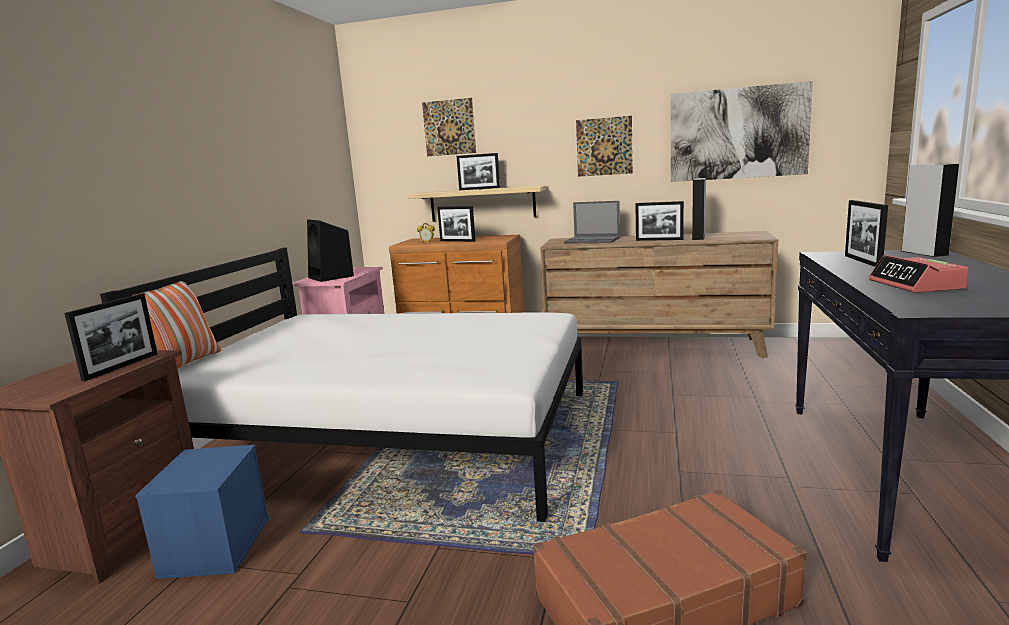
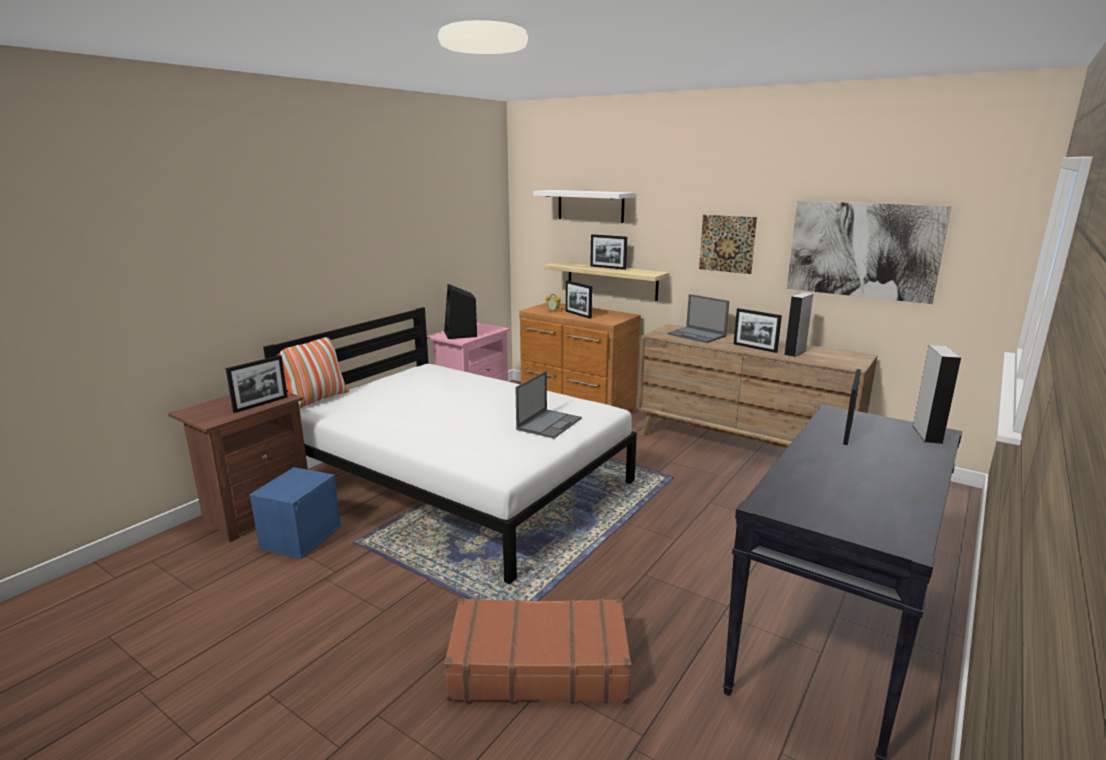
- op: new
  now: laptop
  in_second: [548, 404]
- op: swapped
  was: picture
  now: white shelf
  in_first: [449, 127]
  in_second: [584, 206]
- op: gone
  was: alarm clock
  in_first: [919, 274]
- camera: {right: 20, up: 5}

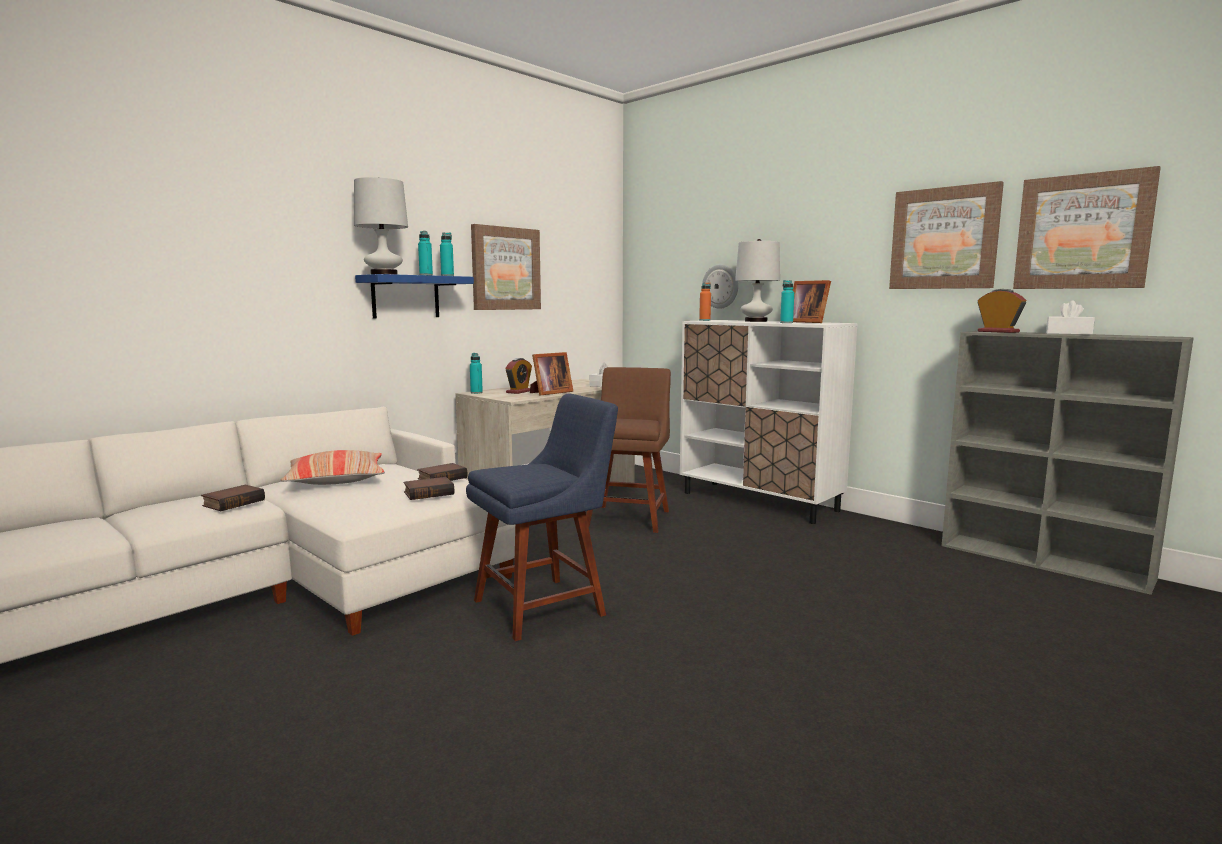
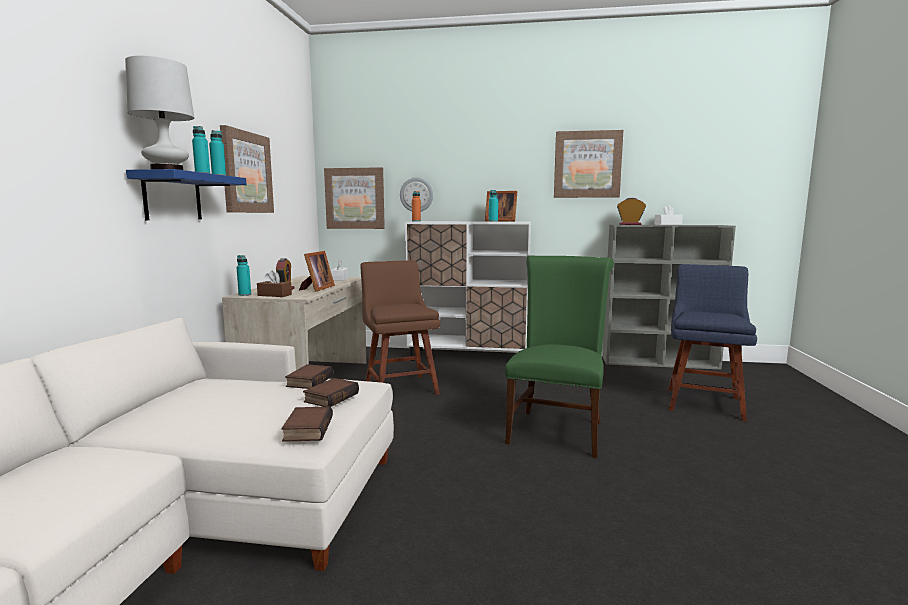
- op: new
  now: brown tissue box
  in_second: [274, 283]
- op: shifted
  was: book
  in_first: [233, 498]
  in_second: [307, 424]
- op: shifted
  was: picture
  in_first: [1087, 227]
  in_second: [354, 198]
- op: new
  now: green chair
  in_second: [559, 356]
- op: shifted
  was: blue chair
  in_first: [542, 517]
  in_second: [712, 342]
- op: gone
  was: pillow
  in_first: [332, 467]
- op: gone
  was: white table lamp
  in_first: [757, 280]
- camera: {right: -35, up: 0}

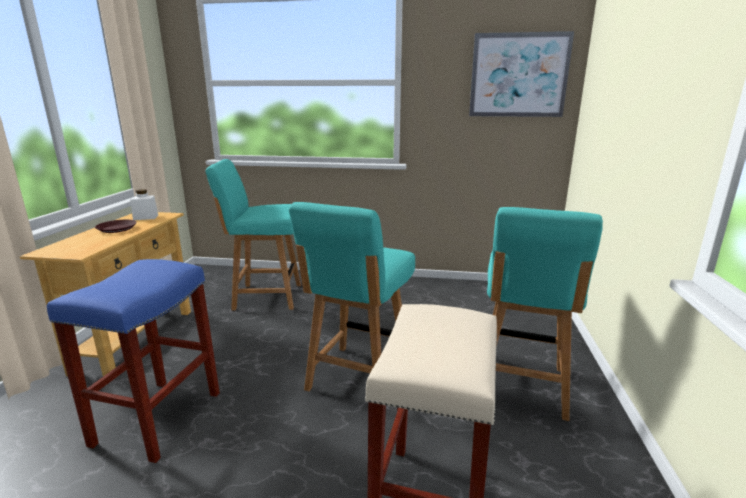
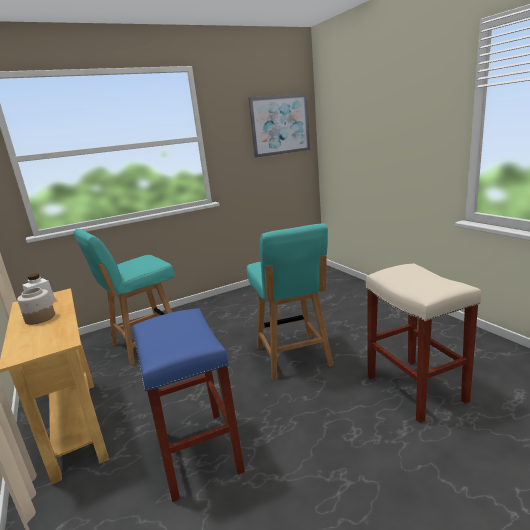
- op: swapped
  was: brown plate
  now: jar
  in_first: [116, 226]
  in_second: [36, 306]
- op: gone
  was: turquoise chair
  in_first: [545, 314]
- camera: {right: -35, up: 0}

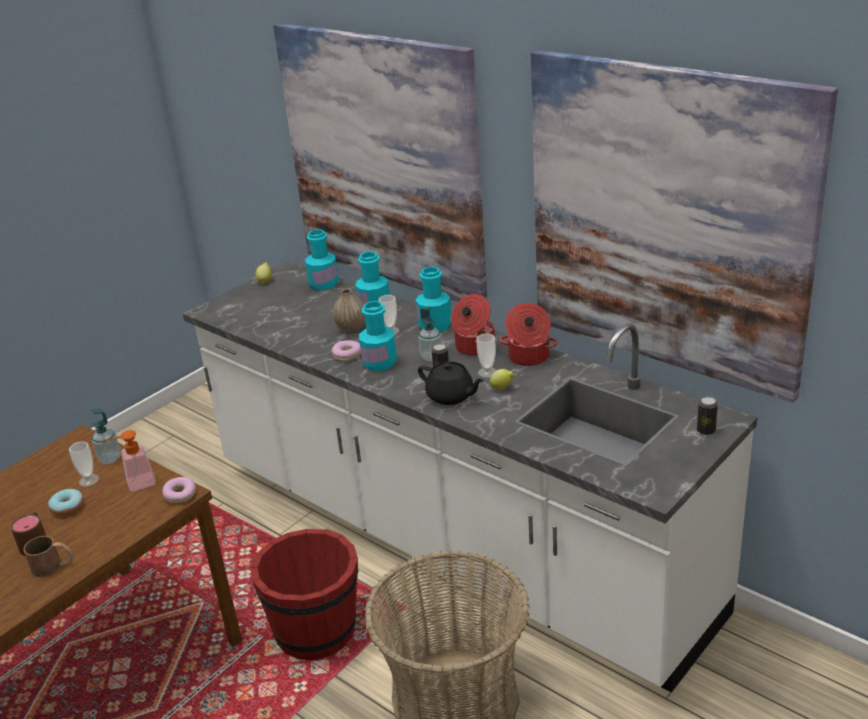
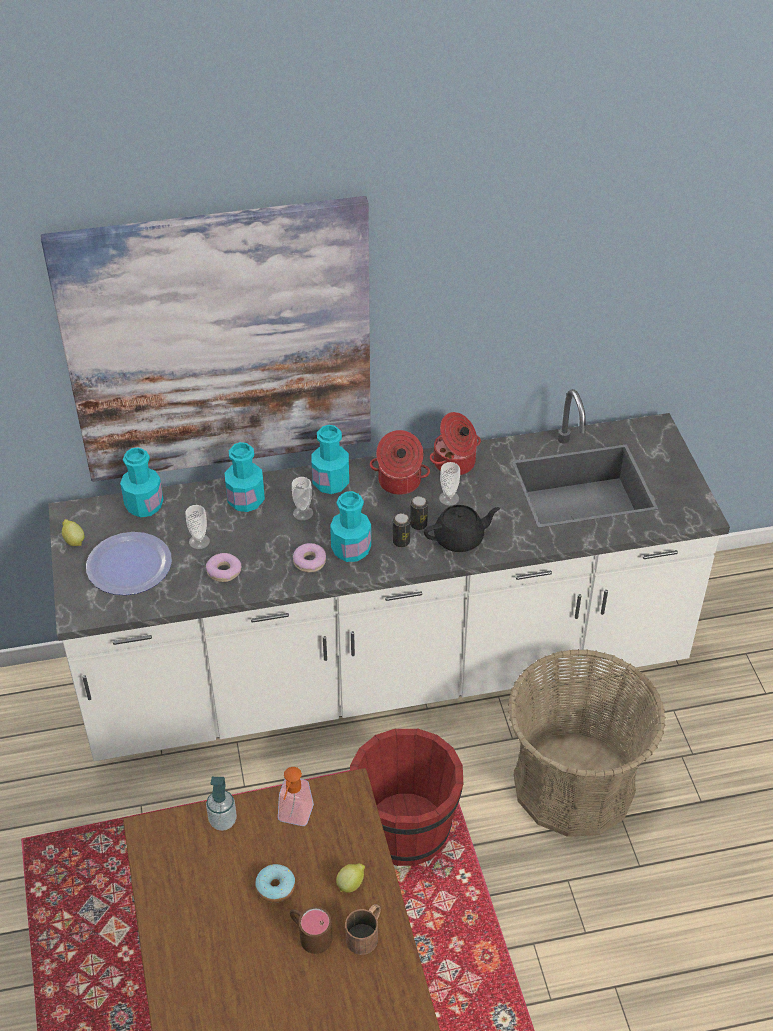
- op: new
  now: plate
  in_second: [129, 563]
- op: shifted
  was: cup
  in_first: [84, 464]
  in_second: [197, 527]
- op: shifted
  was: donut
  in_first: [179, 490]
  in_second: [223, 567]
- op: shifted
  was: lemon
  in_first: [502, 379]
  in_second: [350, 878]
- op: shifted
  was: can
  in_first: [707, 416]
  in_second: [401, 530]
- op: gone
  was: vase
  in_first: [349, 311]
- op: gone
  was: soap dispenser
  in_first: [430, 333]
- op: gone
  was: picture
  in_first: [684, 226]
- camera: {right: -55, up: 15}

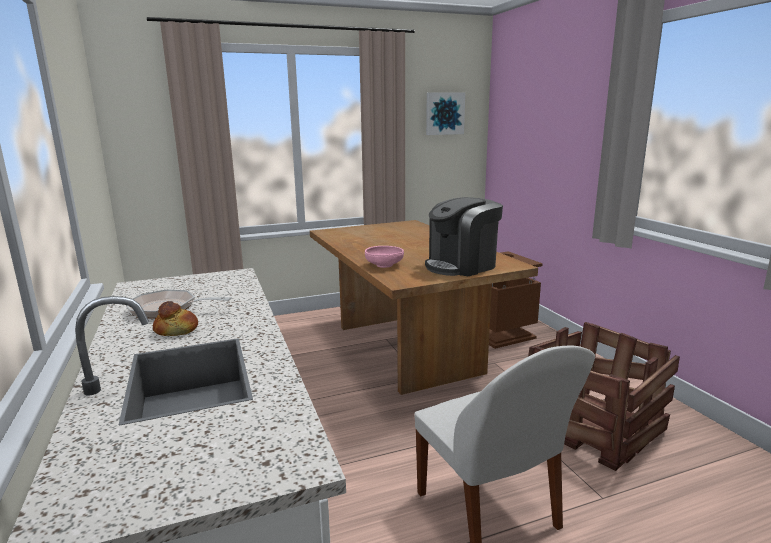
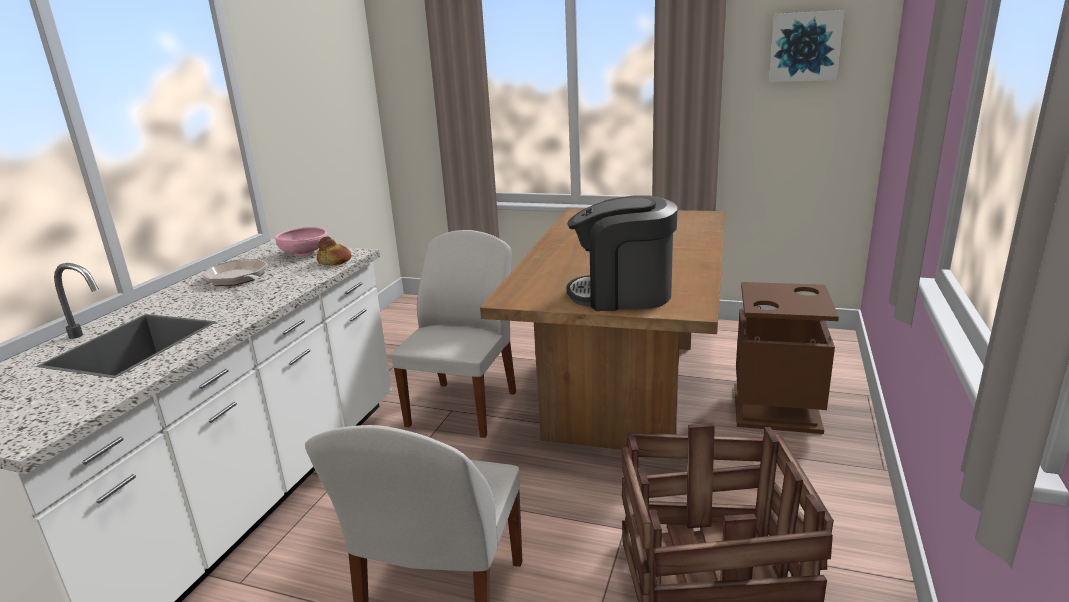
- op: shifted
  was: pink bowl
  in_first: [384, 257]
  in_second: [301, 241]
- op: shifted
  was: bread
  in_first: [175, 318]
  in_second: [334, 251]
- op: new
  now: white chair
  in_second: [453, 334]
- camera: {right: 40, up: 5}

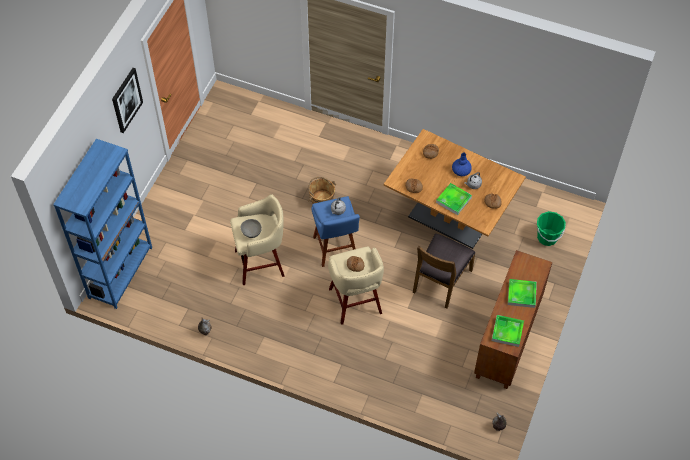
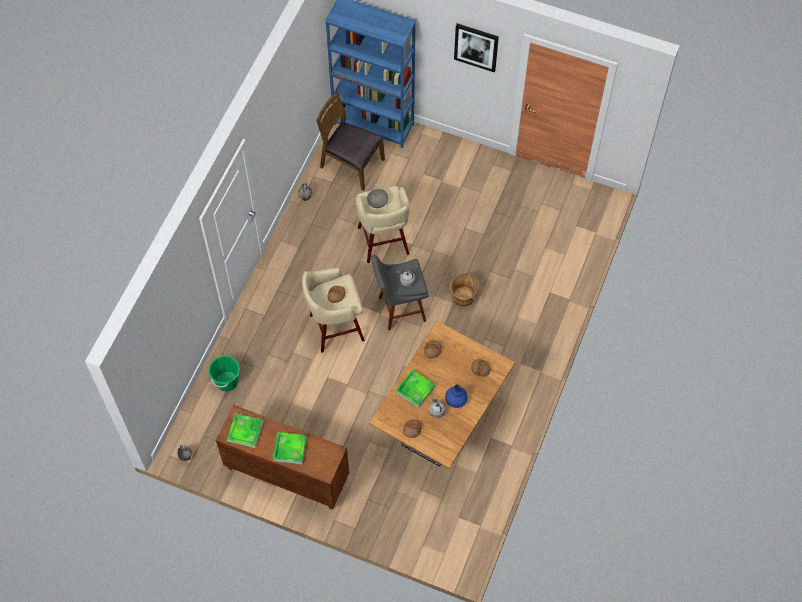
- op: shifted
  was: green bucket
  in_first: [551, 228]
  in_second: [224, 373]
- op: shifted
  was: brown chair
  in_first: [444, 271]
  in_second: [350, 141]
- op: repainted
  was: blue stool
  now: grey stool
  in_first: [335, 231]
  in_second: [400, 292]
- camera: {right: 90, up: 5}

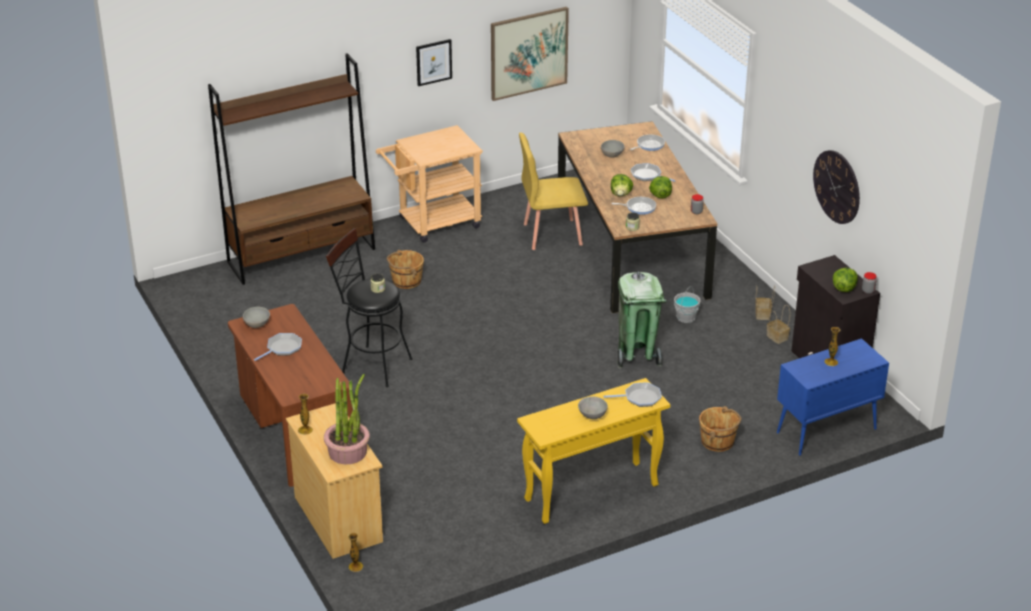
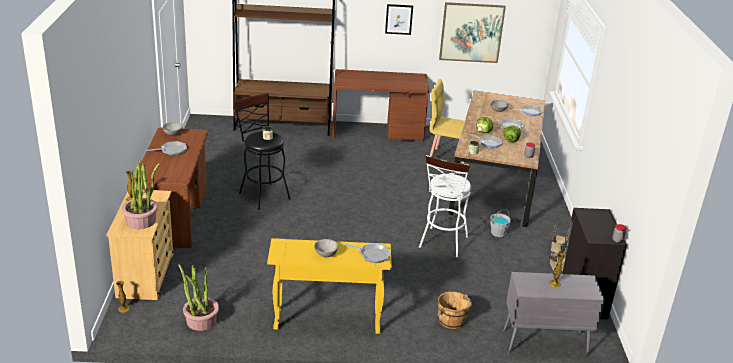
- op: new
  now: potted plant
  in_second: [198, 297]
- op: swapped
  was: beige cart
  now: brown desk
  in_first: [429, 184]
  in_second: [380, 105]
- op: swapped
  was: green trash can
  now: white stool
  in_first: [642, 320]
  in_second: [445, 206]
- op: repainted
  was: blue cabinet
  now: grey cabinet
  in_first: [833, 397]
  in_second: [554, 314]
- op: gone
  was: brown bucket
  in_first: [405, 269]
- op: gone
  was: wall clock
  in_first: [836, 187]
- op: gone
  was: lettuce
  in_first: [845, 280]
- camera: {right: 25, up: -5}

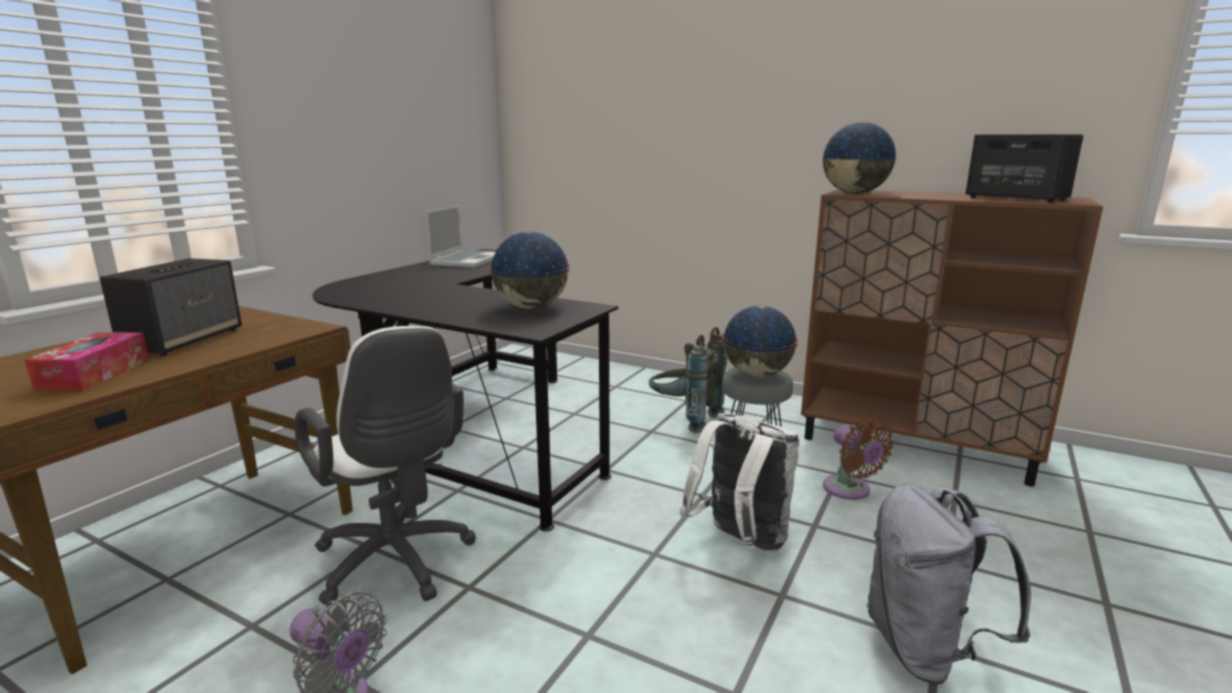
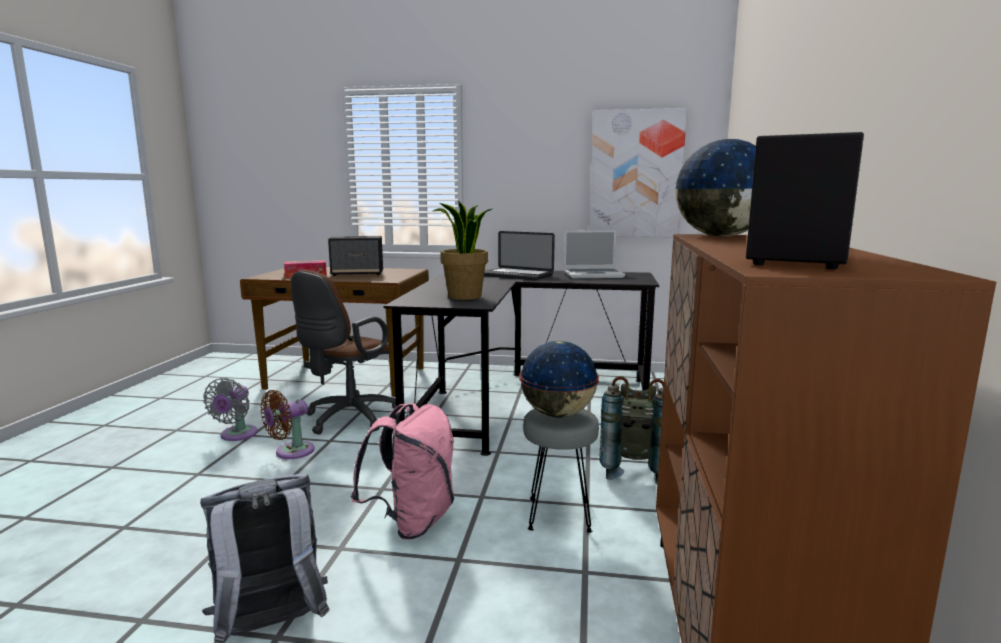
- op: shifted
  was: brown fan
  in_first: [858, 459]
  in_second: [287, 424]
- op: repainted
  was: white office chair
  now: brown office chair
  in_first: [385, 466]
  in_second: [343, 352]
- op: repainted
  was: white backpack
  now: pink backpack
  in_first: [740, 482]
  in_second: [402, 471]
- op: swapped
  was: globe
  now: potted plant
  in_first: [529, 270]
  in_second: [462, 250]
- op: new
  now: laptop
  in_second: [519, 255]
- op: new
  now: picture
  in_second: [638, 172]
- camera: {right: 70, up: -5}

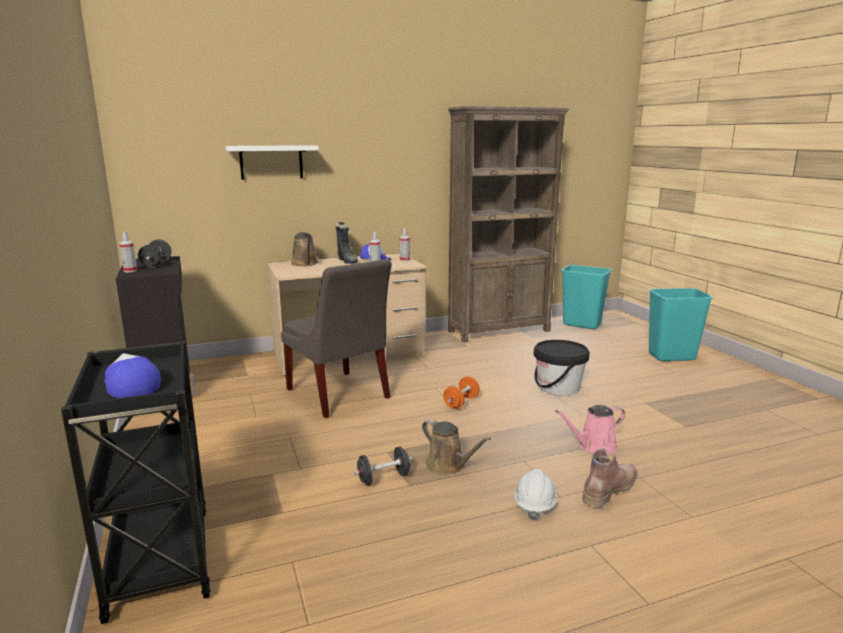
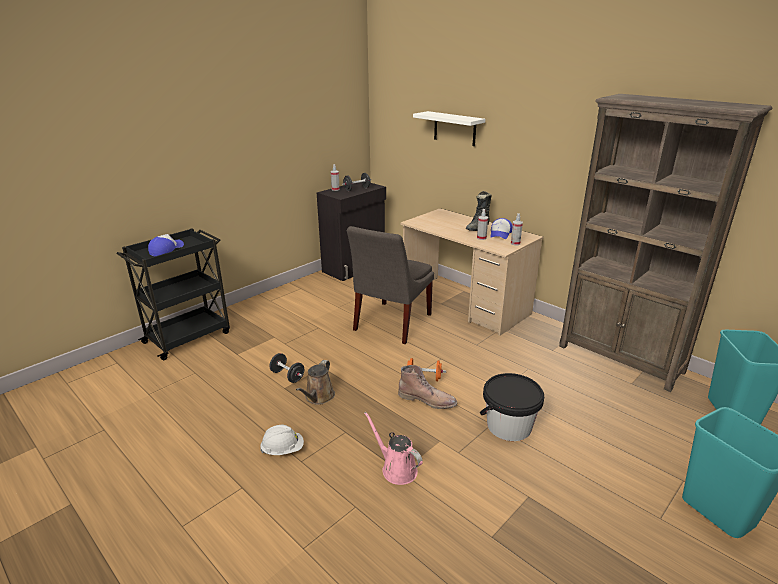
- op: shifted
  was: brown boot
  in_first: [610, 478]
  in_second: [427, 387]
- op: gone
  was: brown watering can
  in_first: [304, 249]
- camera: {right: 65, up: 10}

